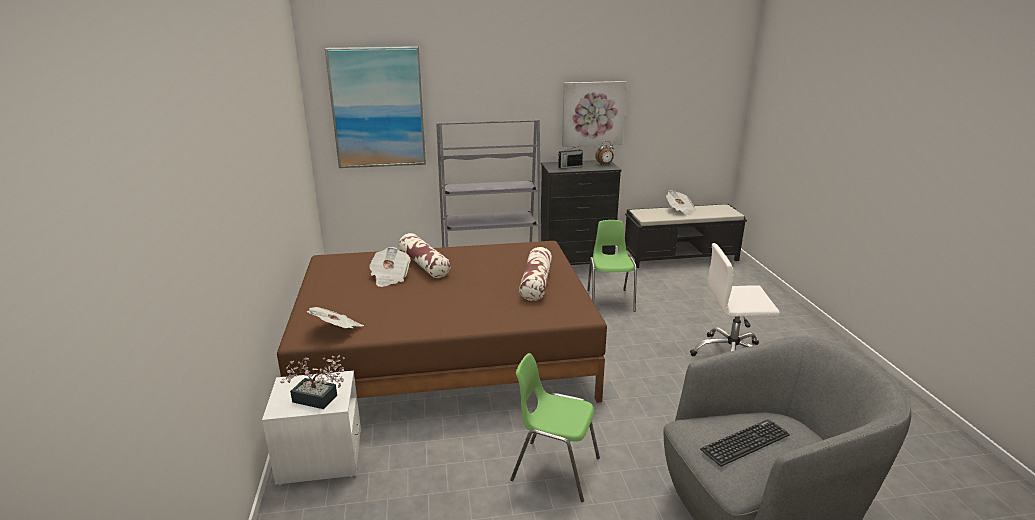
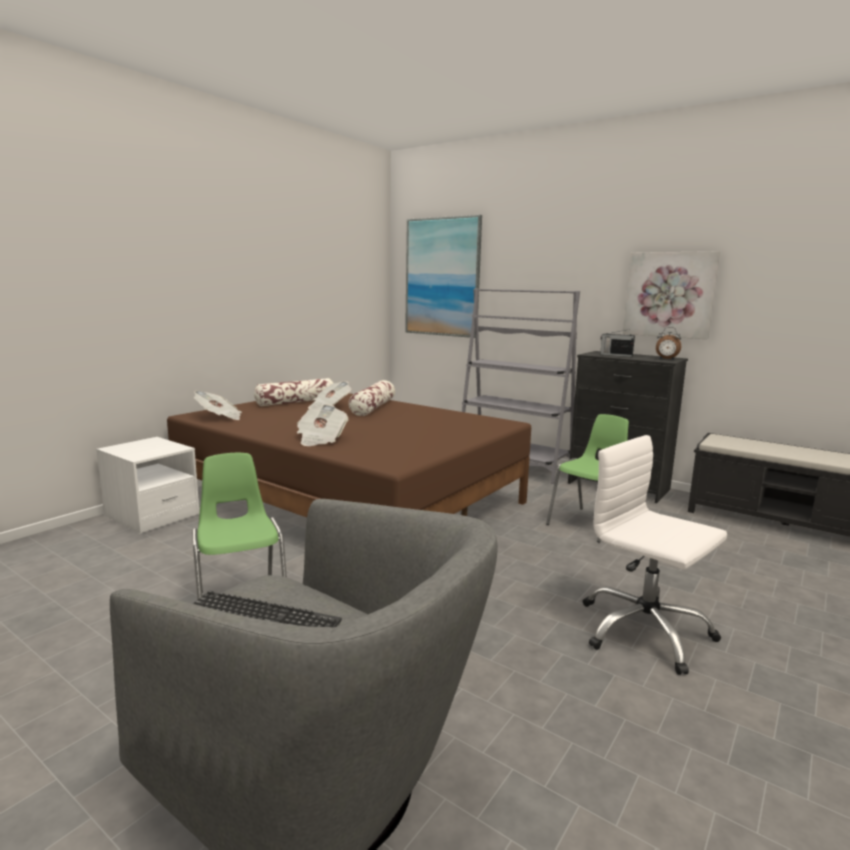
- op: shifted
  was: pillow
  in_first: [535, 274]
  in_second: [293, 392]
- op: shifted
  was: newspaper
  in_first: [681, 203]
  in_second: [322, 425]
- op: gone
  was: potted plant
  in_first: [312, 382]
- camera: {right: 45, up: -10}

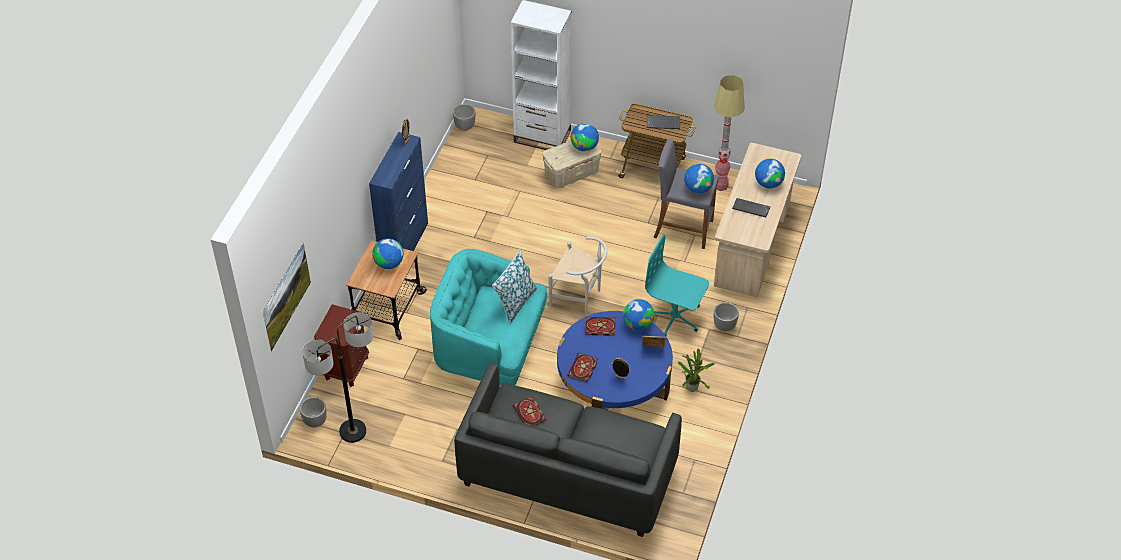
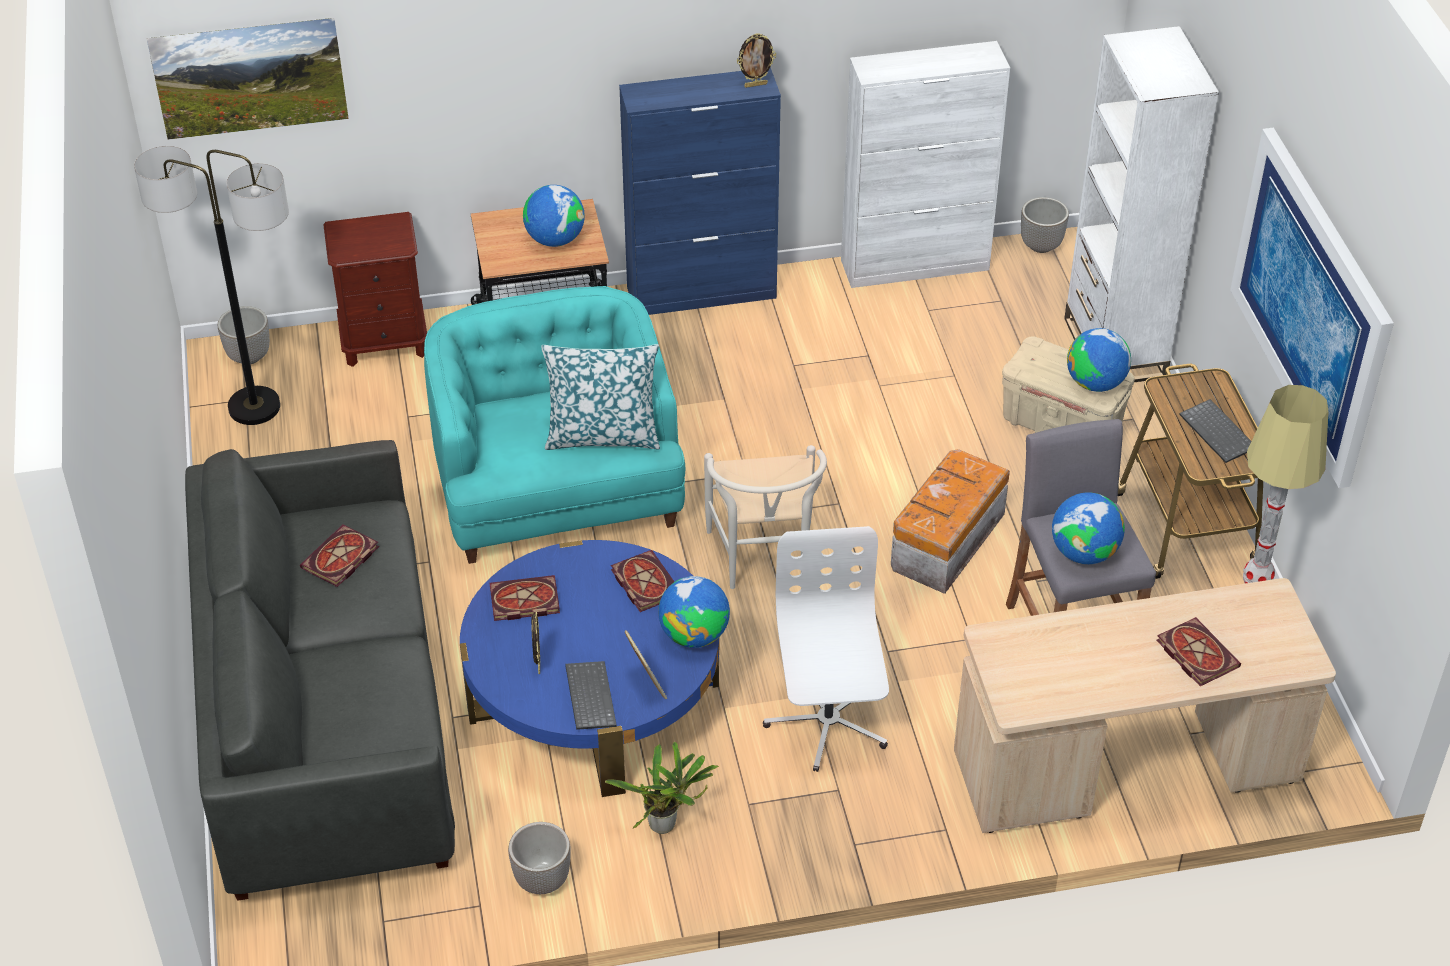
- op: shifted
  was: planter
  in_first: [726, 316]
  in_second: [539, 858]
- op: shifted
  was: keyboard
  in_first: [751, 207]
  in_second: [591, 695]
- op: repainted
  was: turquoise office chair
  now: white office chair
  in_first: [677, 285]
  in_second: [826, 649]
- op: new
  now: white cabinet
  in_second: [925, 164]
- op: new
  now: storage box
  in_second: [950, 521]
- op: swapped
  was: globe
  now: book
  in_first: [770, 173]
  in_second: [1198, 651]
- op: new
  now: picture
  in_second: [1312, 308]
- camera: {right: 60, up: -5}

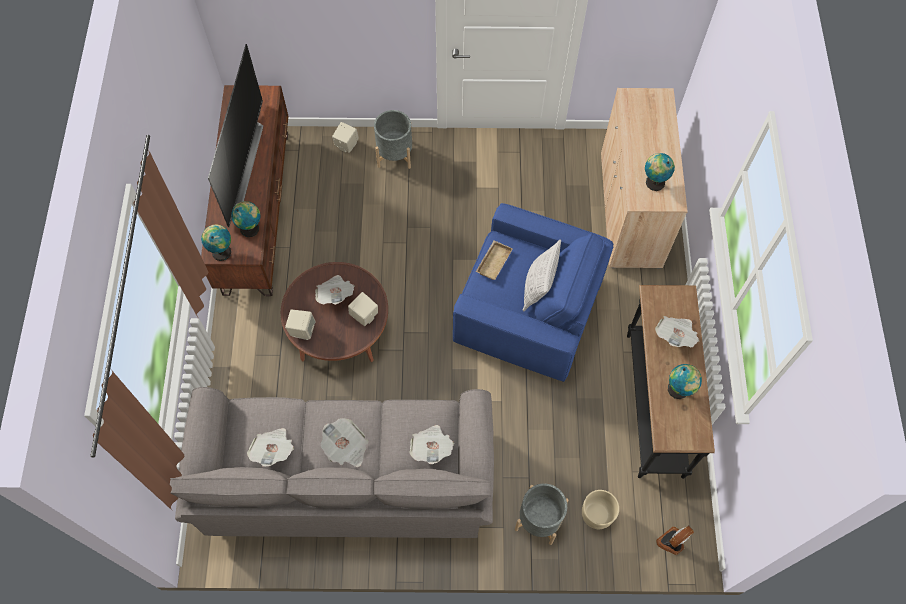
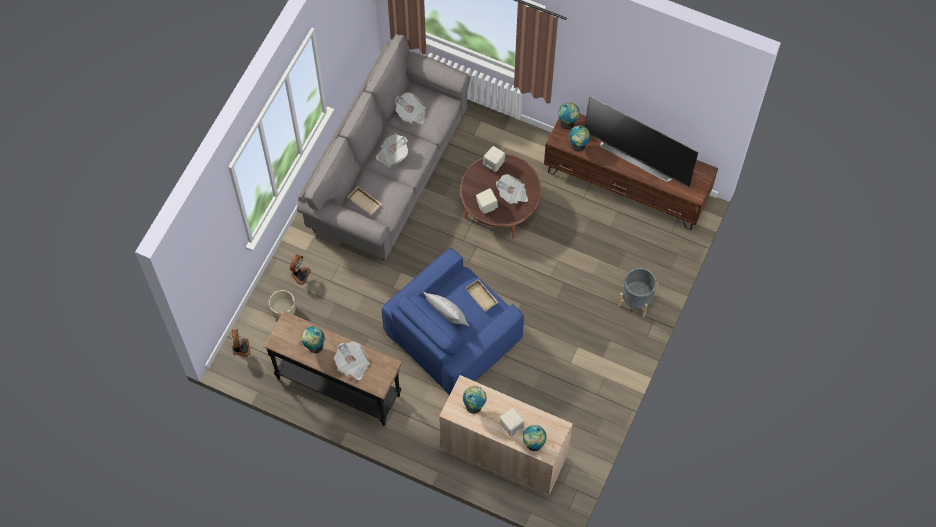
- op: swapped
  was: grey planter
  now: fan
  in_first: [542, 514]
  in_second: [300, 269]
- op: swapped
  was: newspaper
  now: beige tray
  in_first: [432, 444]
  in_second: [364, 200]
- op: shifted
  was: beige speaker
  in_first: [345, 137]
  in_second: [512, 422]
- op: new
  now: globe
  in_second: [535, 438]
- camera: {right: 115, up: 0}

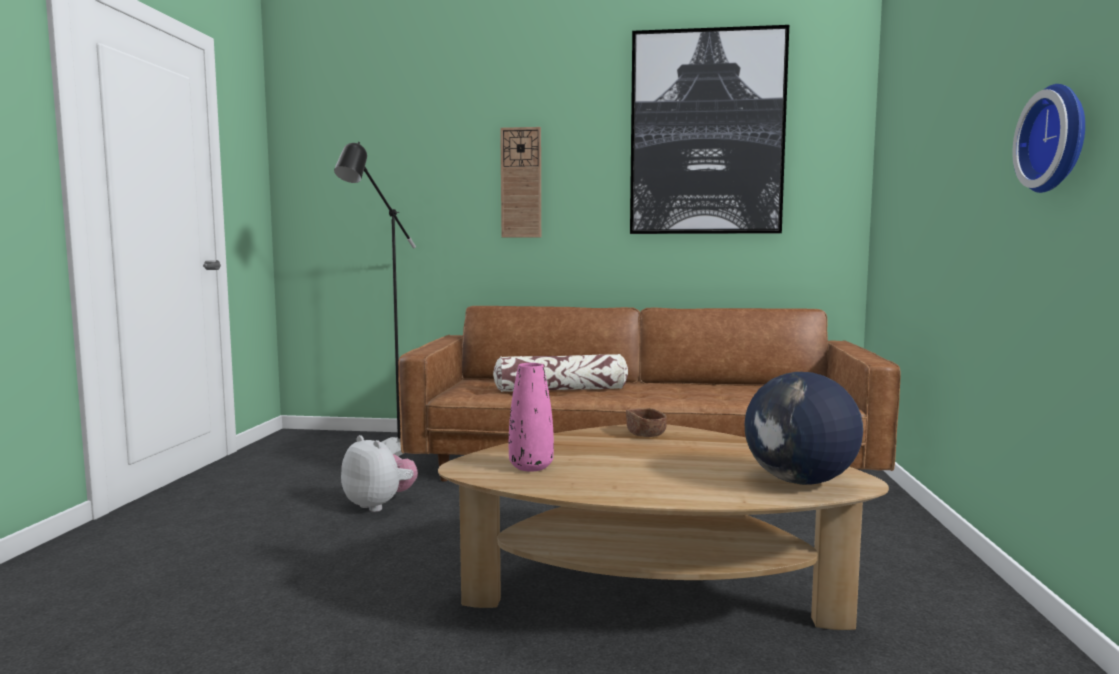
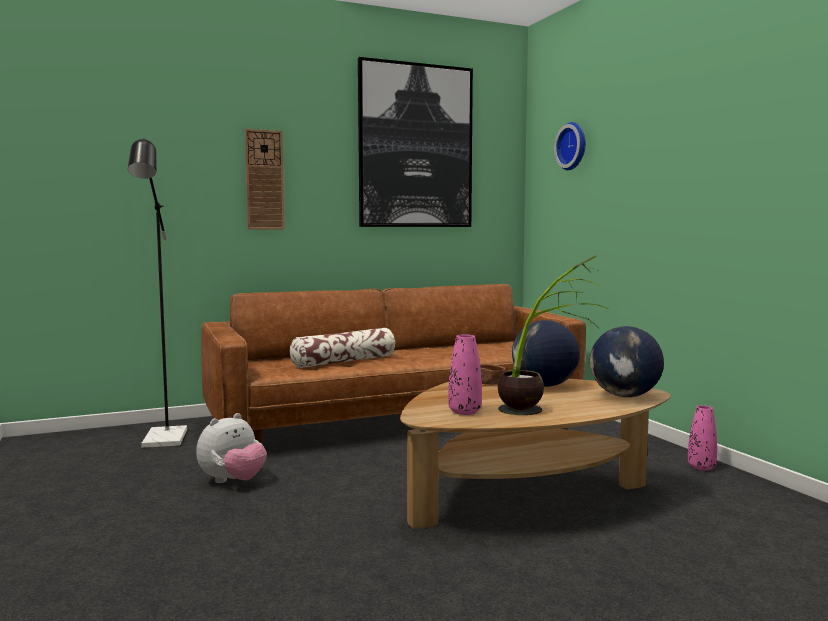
- op: rotated
  was: plush toy
  in_first: [379, 473]
  in_second: [231, 448]
  clockwise: 120
- op: new
  now: potted plant
  in_second: [553, 335]
- op: new
  now: globe
  in_second: [546, 353]
- op: shifted
  was: wall clock
  in_first: [1049, 138]
  in_second: [570, 146]
- op: new
  now: pink vase
  in_second: [702, 437]
- camera: {right: -30, up: 0}

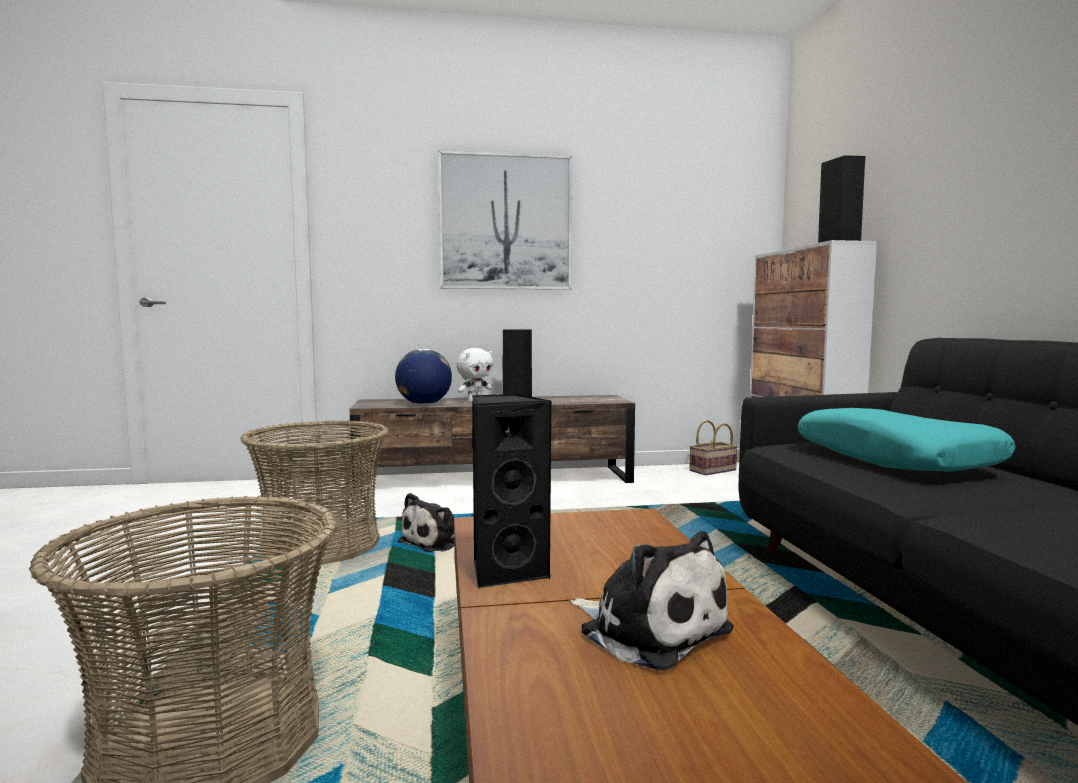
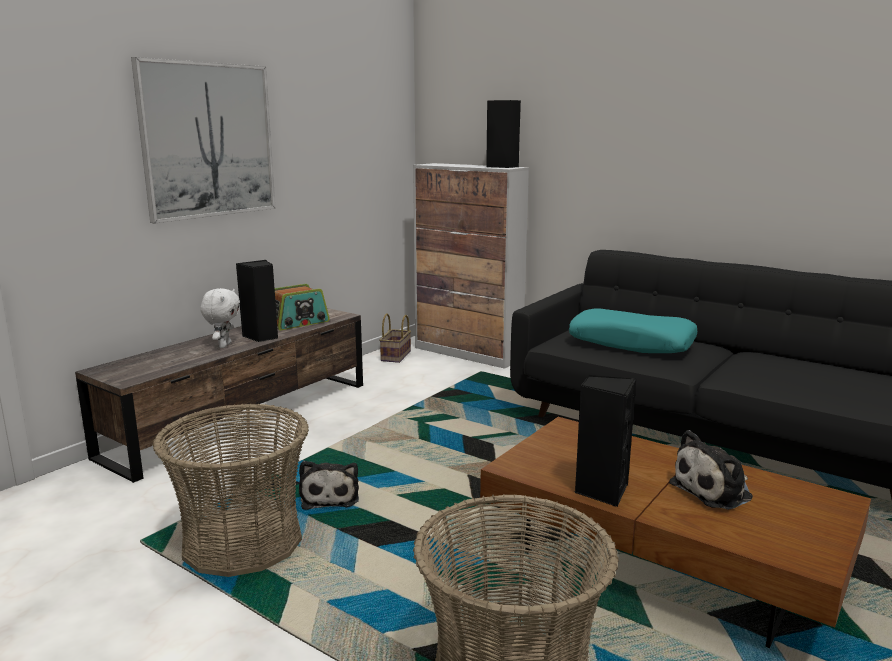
- op: new
  now: radio
  in_second: [302, 307]
- op: rotated
  was: plush toy
  in_first: [652, 601]
  in_second: [711, 470]
  clockwise: 150
- op: gone
  was: globe
  in_first: [423, 377]
- camera: {right: -45, up: 10}

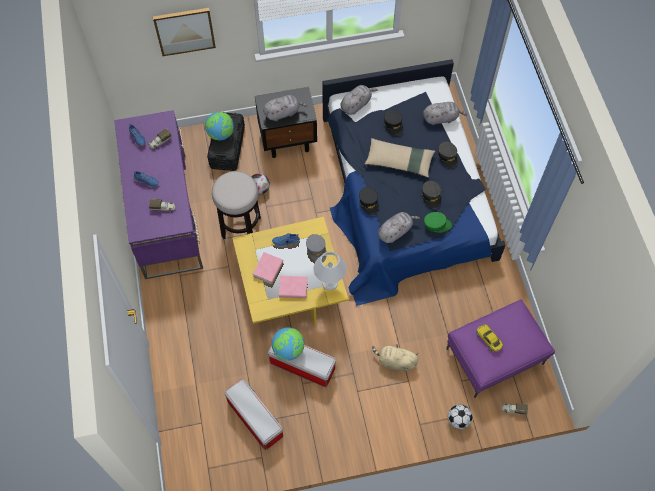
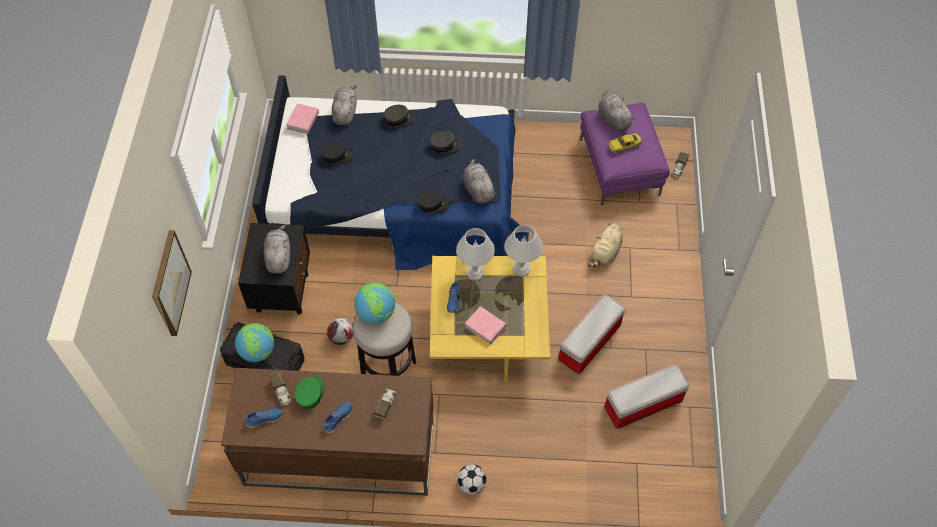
- op: repainted
  was: purple desk
  now: brown desk
  in_first: [158, 194]
  in_second: [327, 432]
- op: shifted
  was: pink book
  in_first: [293, 287]
  in_second: [302, 118]
- op: shifted
  was: green cap
  in_first: [438, 222]
  in_second: [309, 392]
- op: shifted
  was: globe
  in_first: [288, 344]
  in_second: [374, 303]
- op: swapped
  was: grey cap
  now: white table lamp
  in_first: [316, 248]
  in_second: [475, 254]
- op: shifted
  was: football
  in_first: [460, 416]
  in_second: [472, 479]
- op: shifted
  was: grey plush toy
  in_first: [359, 100]
  in_second: [616, 111]
- op: gone
  was: beige pillow
  in_first: [400, 158]
- camera: {right: -75, up: -5}

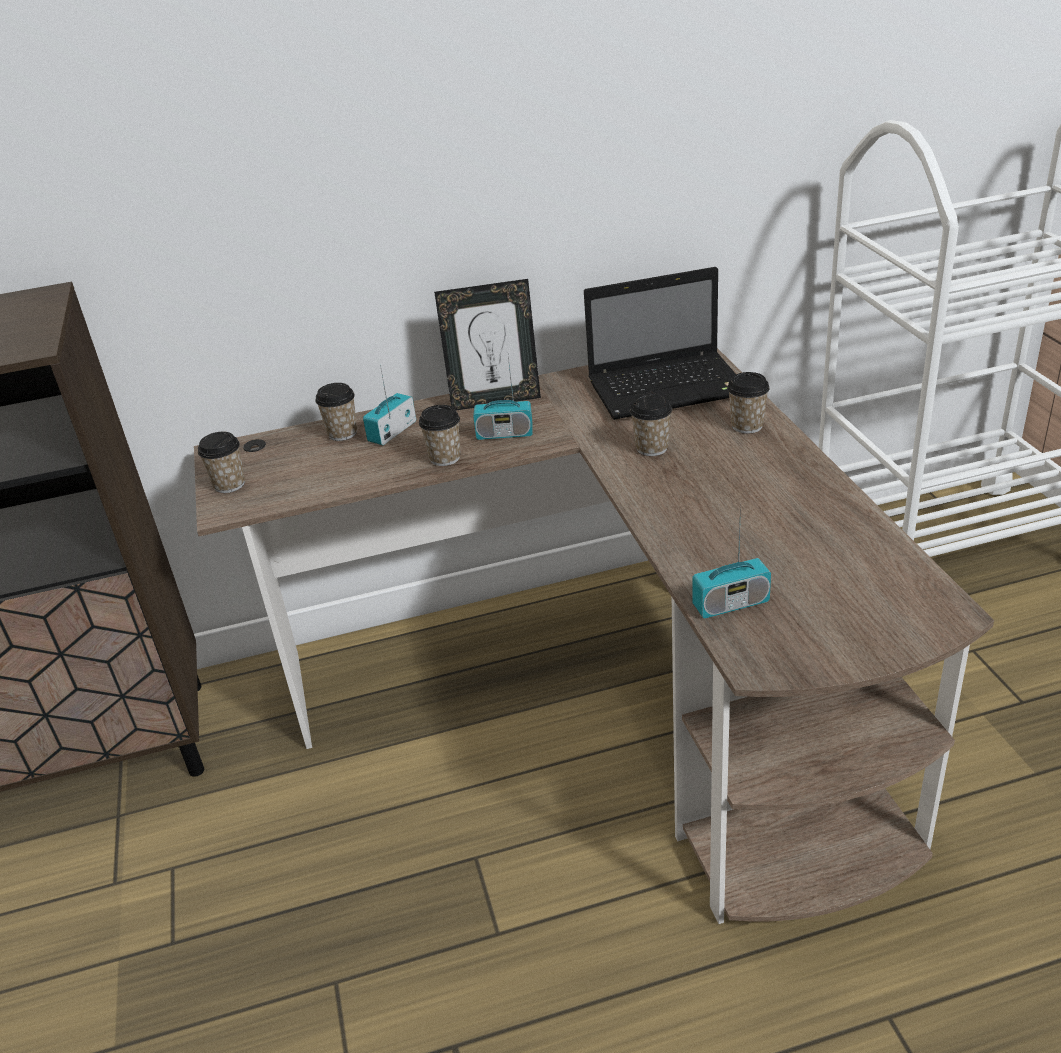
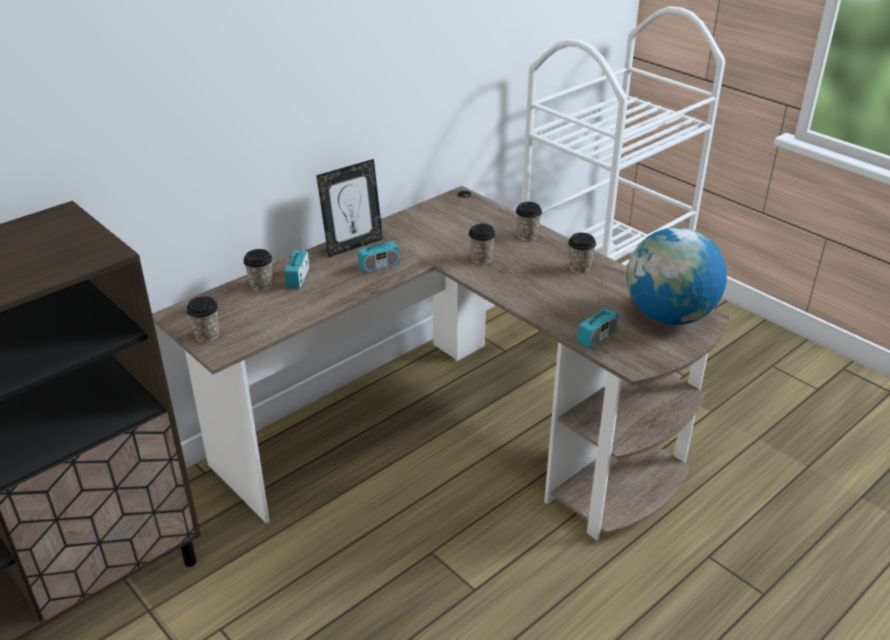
- op: shifted
  was: cup
  in_first: [440, 435]
  in_second: [582, 253]
- op: new
  now: globe
  in_second: [676, 276]
- op: gone
  was: laptop
  in_first: [660, 343]
- camera: {right: -30, up: 0}

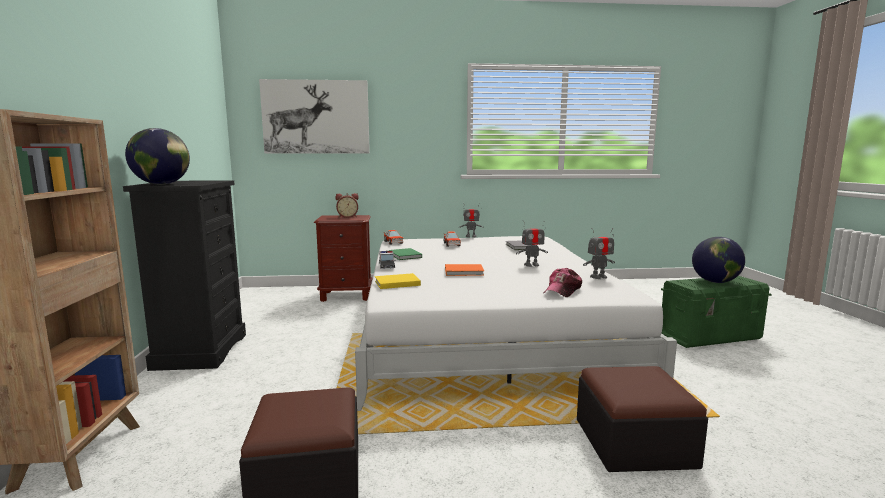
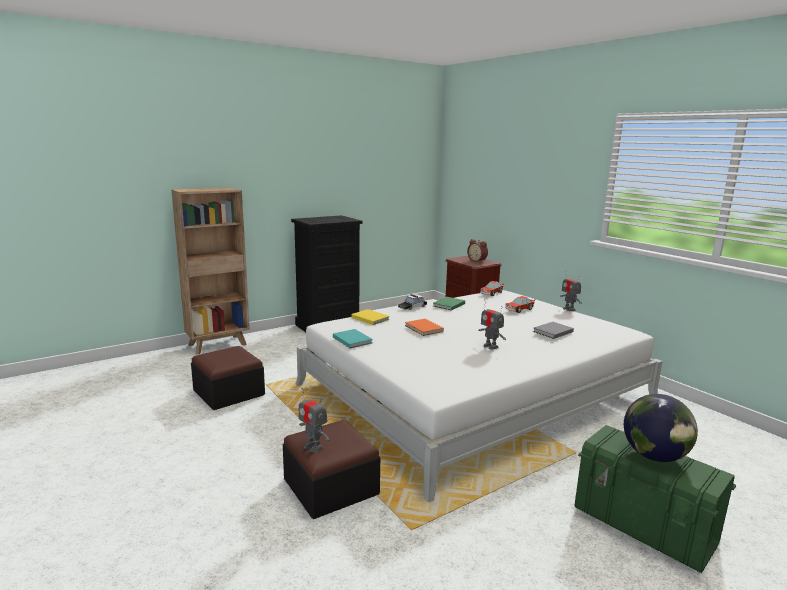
- op: shifted
  was: toy robot
  in_first: [599, 253]
  in_second: [314, 420]
- op: new
  now: turquoise book
  in_second: [353, 338]
- op: gone
  was: globe
  in_first: [157, 156]
- op: gone
  was: picture
  in_first: [314, 116]
- op: gone
  was: cap
  in_first: [563, 282]
- camera: {right: 60, up: 5}

